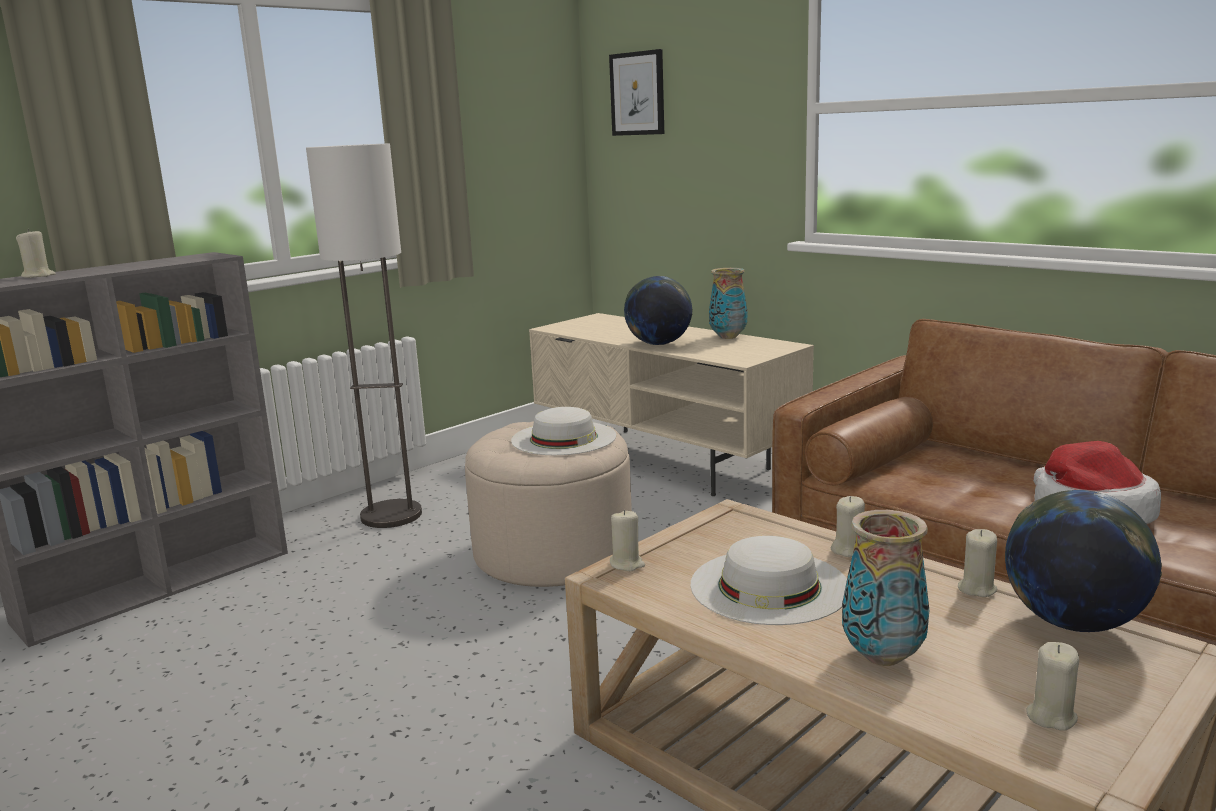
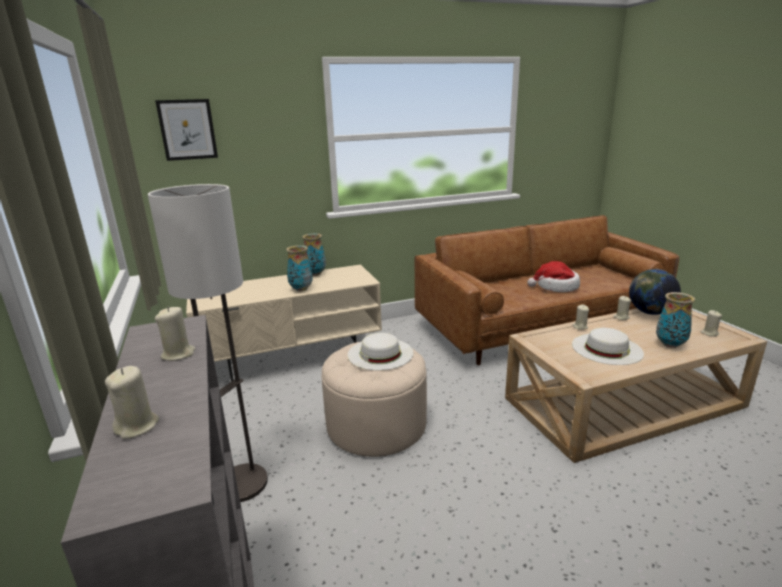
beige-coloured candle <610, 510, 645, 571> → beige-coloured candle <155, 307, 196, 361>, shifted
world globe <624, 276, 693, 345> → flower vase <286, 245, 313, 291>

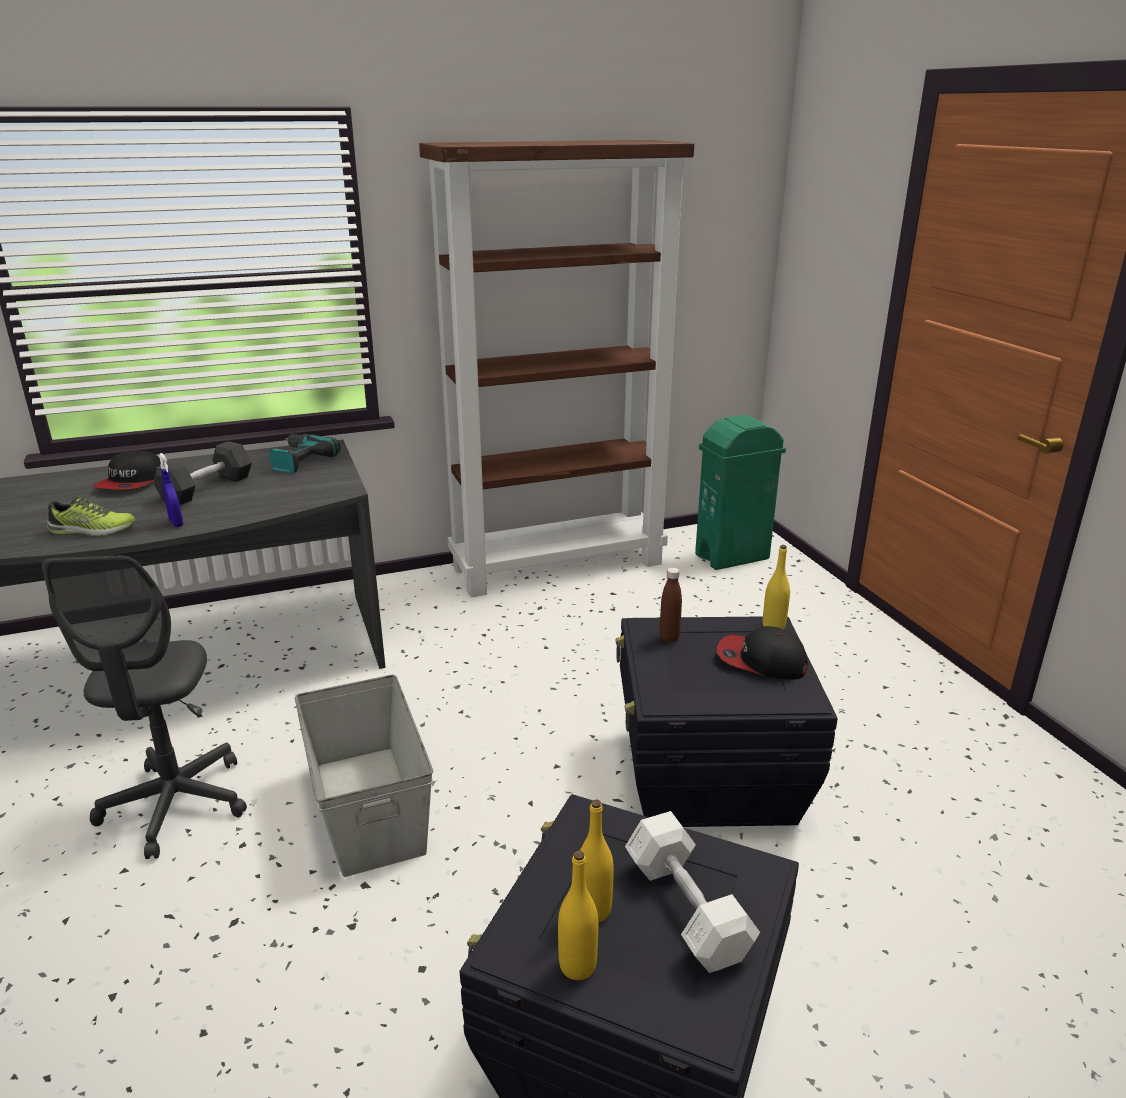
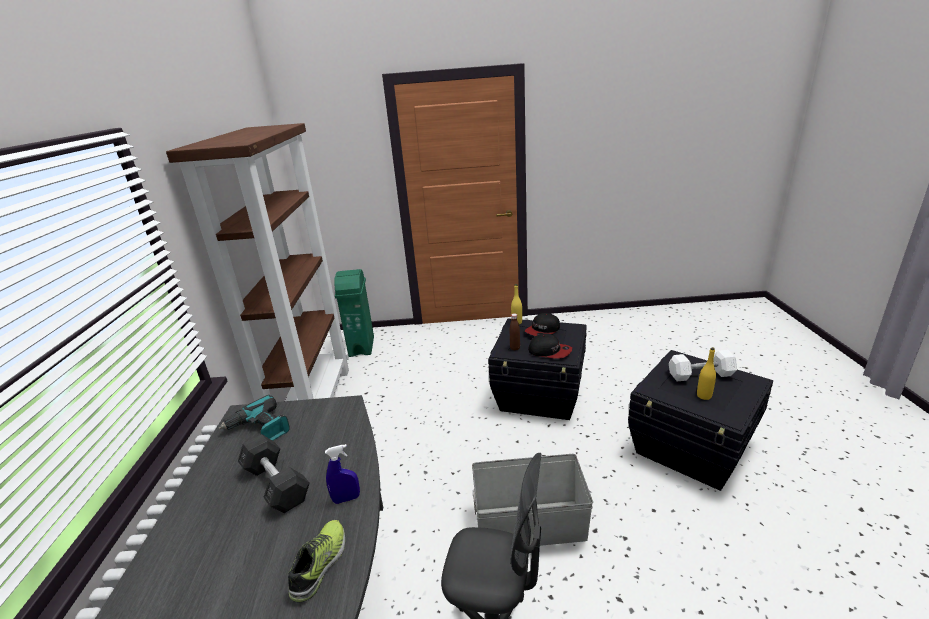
peaked cap <93, 450, 161, 490> → peaked cap <528, 333, 572, 359>, shifted
yellow bottle <558, 851, 598, 980> → -

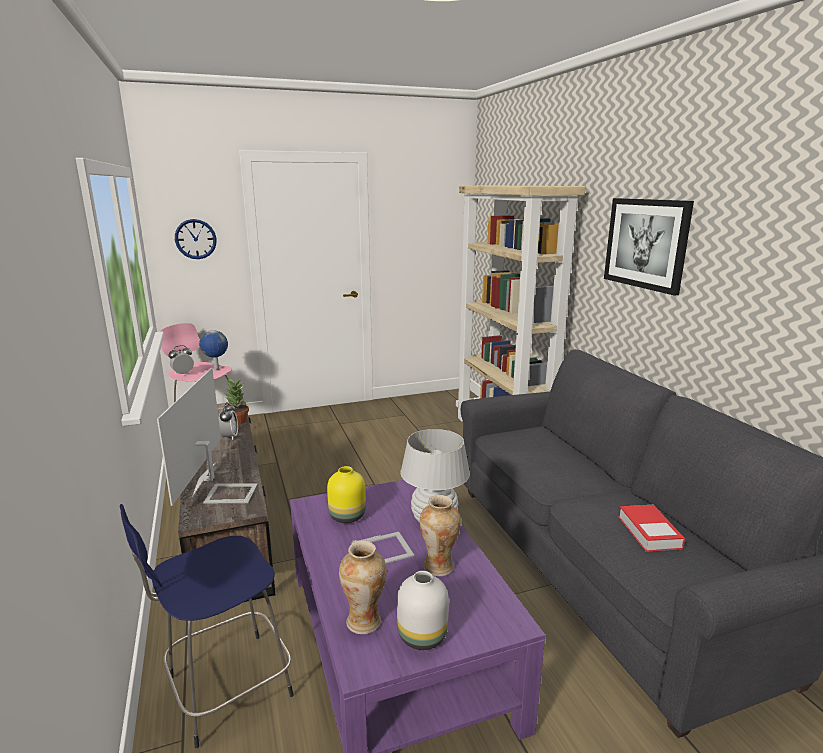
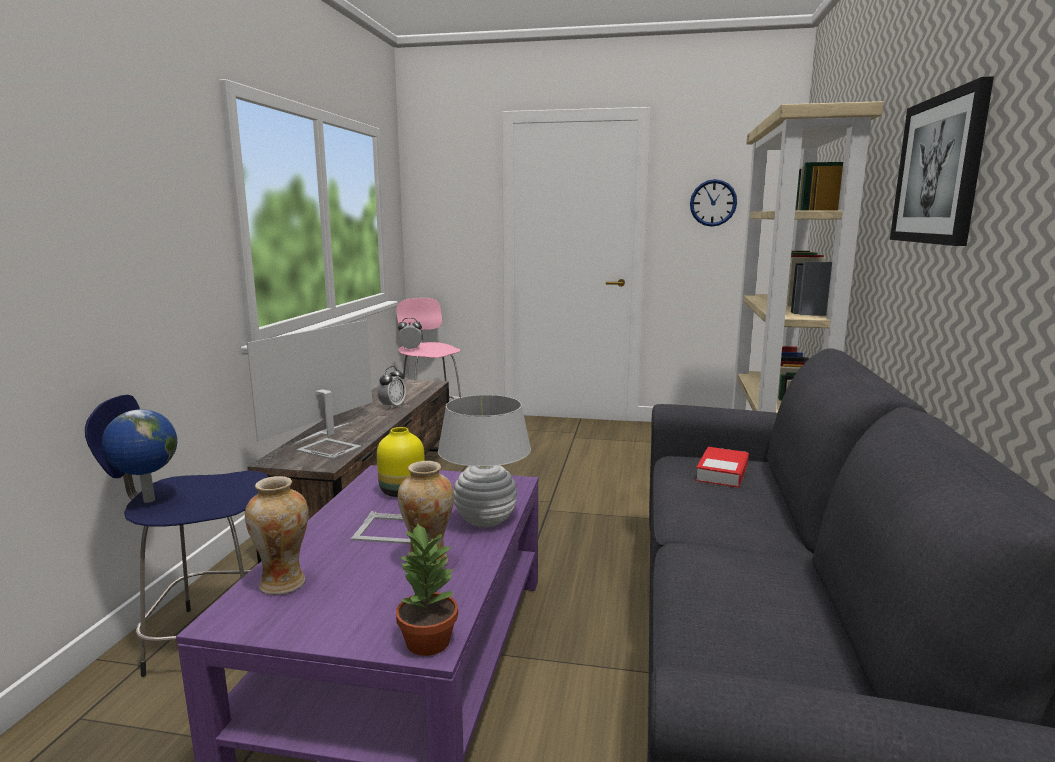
clock on the wall <175, 219, 217, 259> → clock on the wall <690, 179, 737, 227>, shifted
world globe <199, 330, 228, 369> → world globe <102, 409, 177, 503>, shifted
houseplant <225, 378, 249, 425> → houseplant <396, 523, 458, 656>, shifted
white flower vase <397, 571, 449, 650> → -
bound book <619, 505, 685, 552> → bound book <696, 447, 749, 488>, shifted

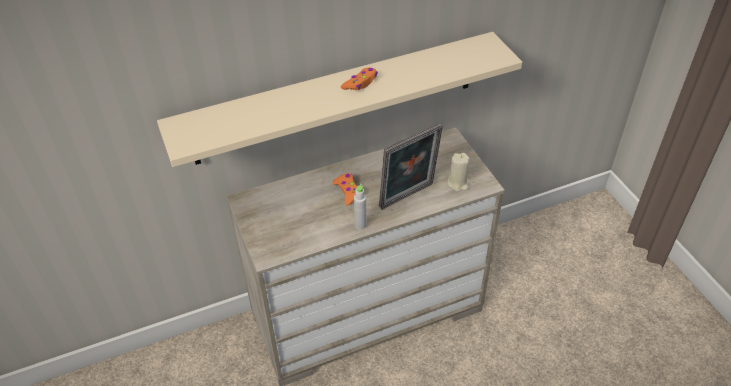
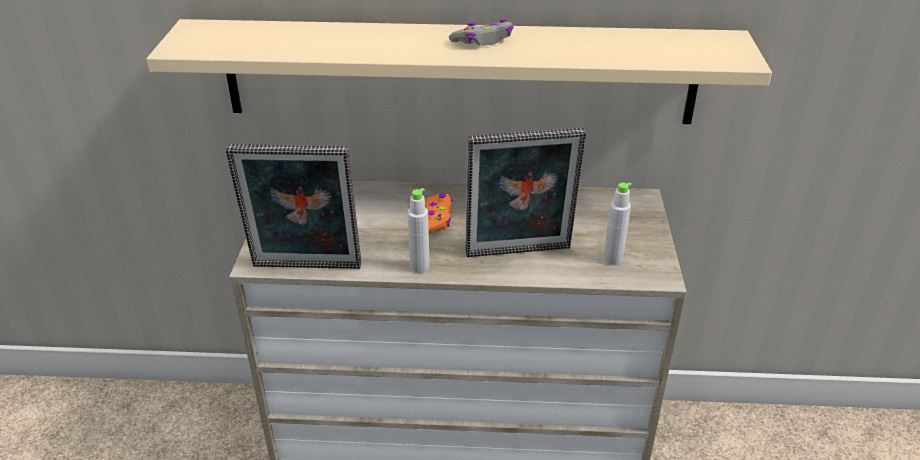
orange joypad <341, 68, 378, 90> → grey joypad <449, 19, 514, 46>
beige-coloured candle <448, 153, 470, 191> → grey bottle <603, 183, 632, 265>
- → photo frame <226, 144, 361, 269>

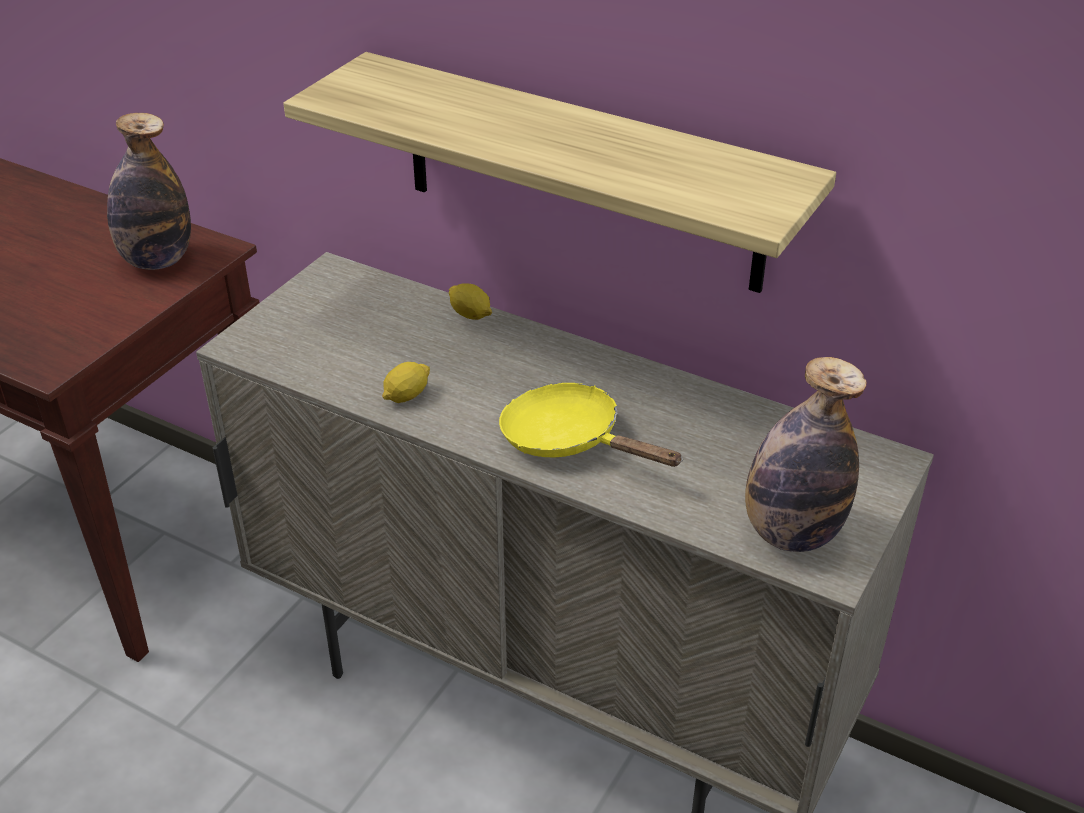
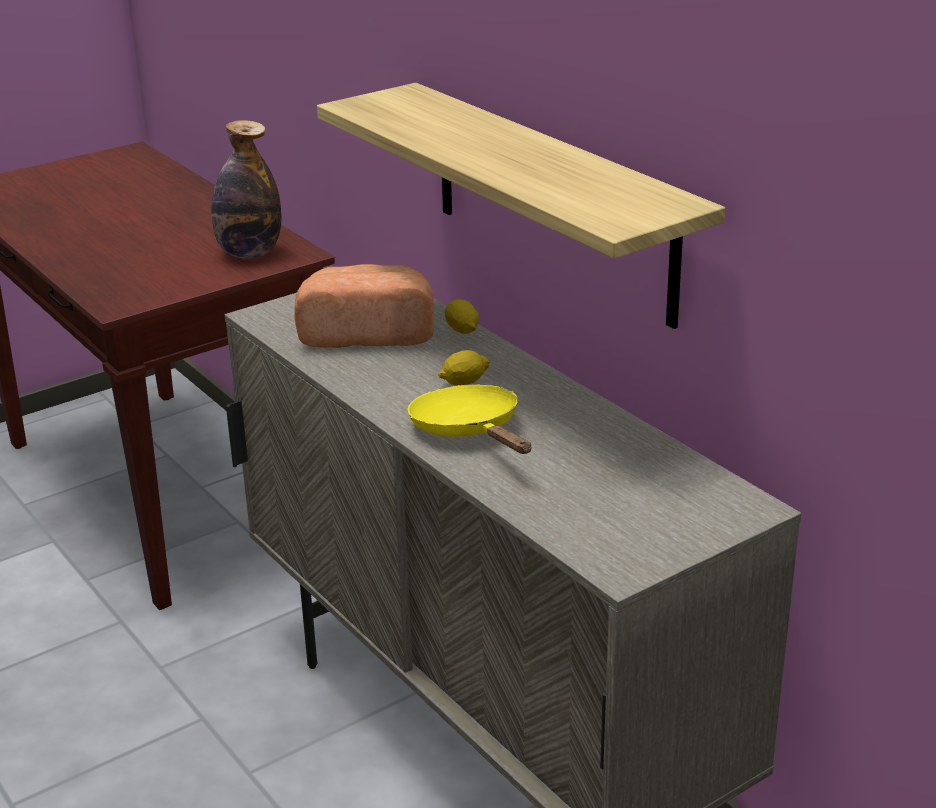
lemon <382, 362, 430, 403> → lemon <438, 350, 490, 385>, shifted
bottle <745, 357, 867, 552> → -
- → bread <294, 264, 434, 348>

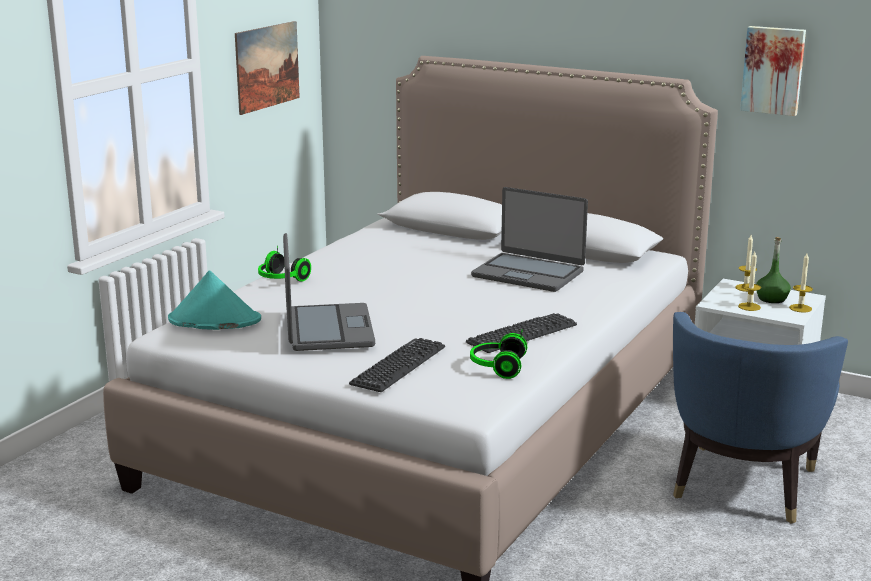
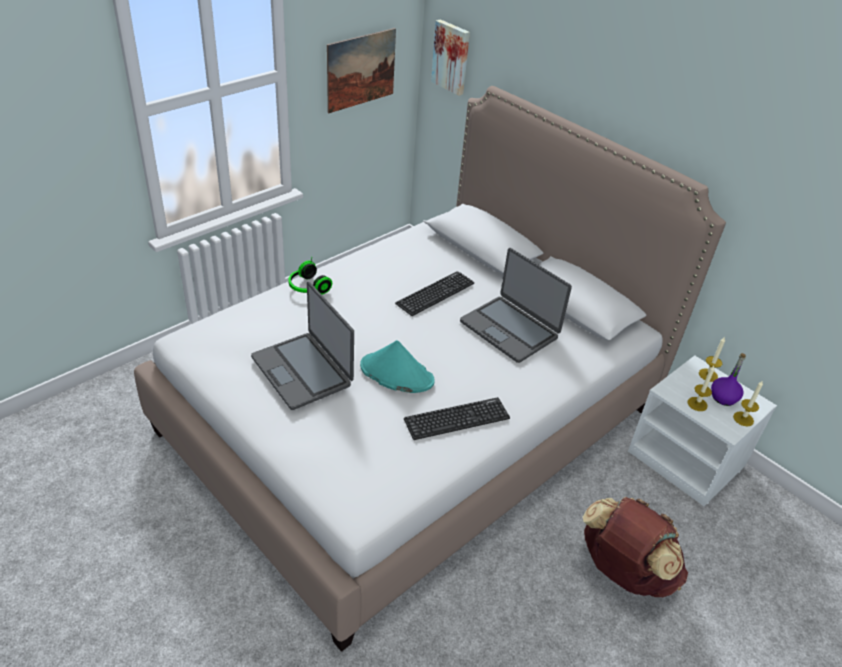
blue-green clothing hat <168, 271, 261, 330> → blue-green clothing hat <360, 340, 435, 393>, shifted
laptop <283, 233, 375, 351> → laptop <251, 282, 354, 410>, 135 degrees clockwise
keyboard <349, 338, 445, 392> → keyboard <395, 271, 474, 316>, shifted
pair of headphones <470, 330, 527, 379> → -
blue-coloured lounge chair <673, 312, 848, 524> → brown-coloured knapsack <583, 497, 688, 597>
picture <740, 26, 806, 116> → picture <431, 19, 470, 96>, shifted
green-coloured bottle <756, 237, 791, 303> → purple-coloured bottle <711, 353, 746, 406>

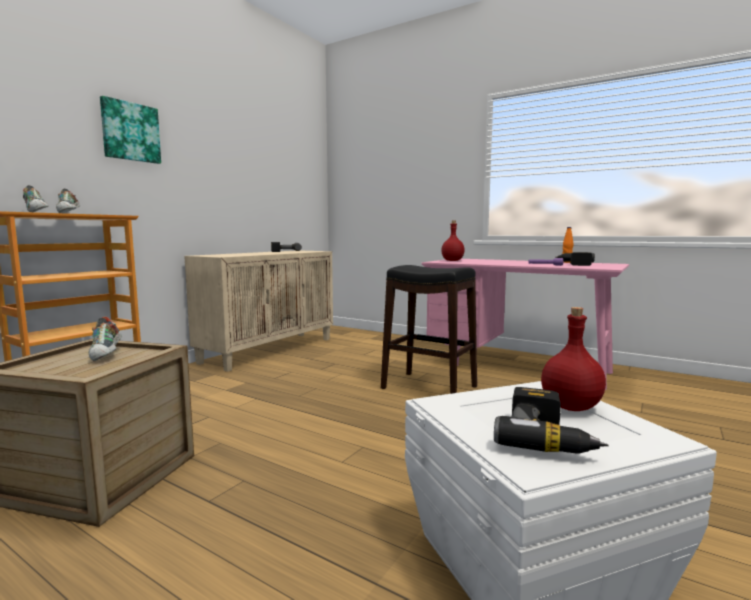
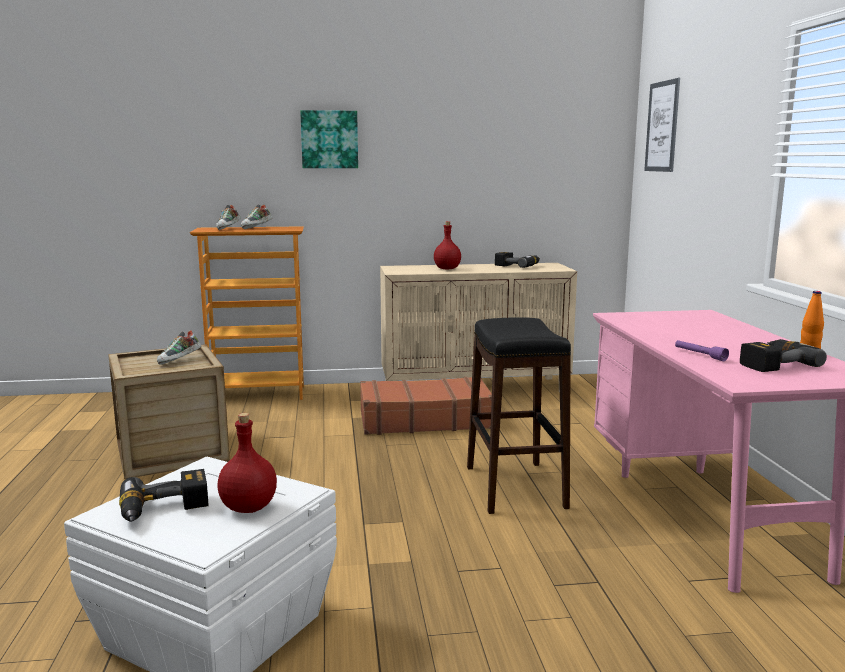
red-coloured bottle <441, 220, 465, 261> → red-coloured bottle <434, 221, 461, 270>, shifted
- → brown-coloured piece of luggage <360, 377, 492, 435>
- → picture <644, 78, 680, 172>

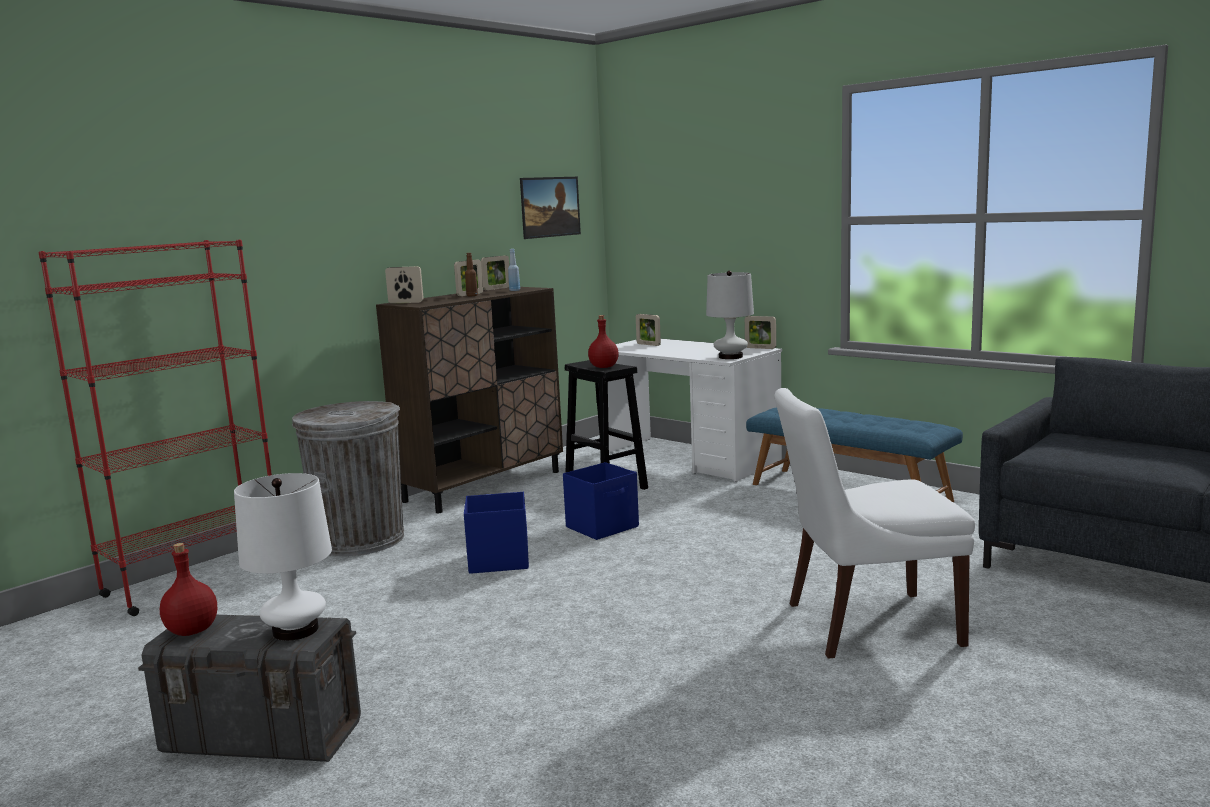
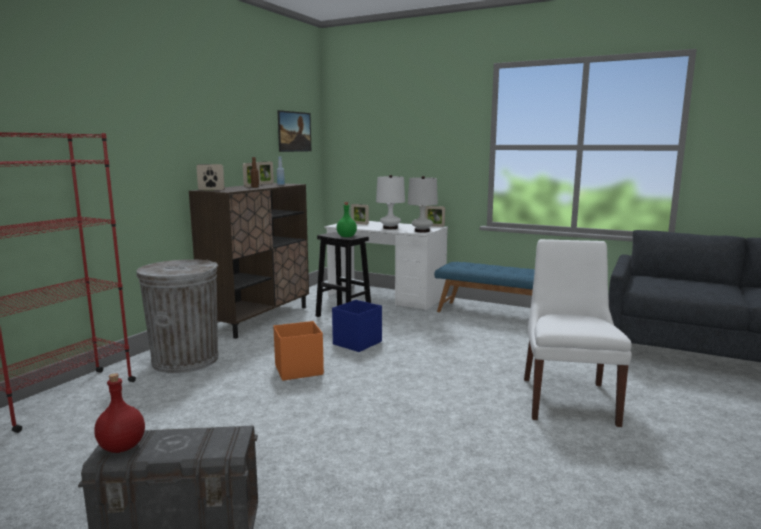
white table lamp <234, 473, 332, 641> → white table lamp <376, 175, 405, 229>, shifted
blue-coloured storage container <464, 492, 529, 574> → orange storage container <273, 321, 324, 381>
red-coloured bottle <588, 315, 619, 368> → green-coloured bottle <337, 202, 357, 237>
white plain chair <775, 388, 975, 659> → white plain chair <524, 239, 632, 427>, 120 degrees clockwise

